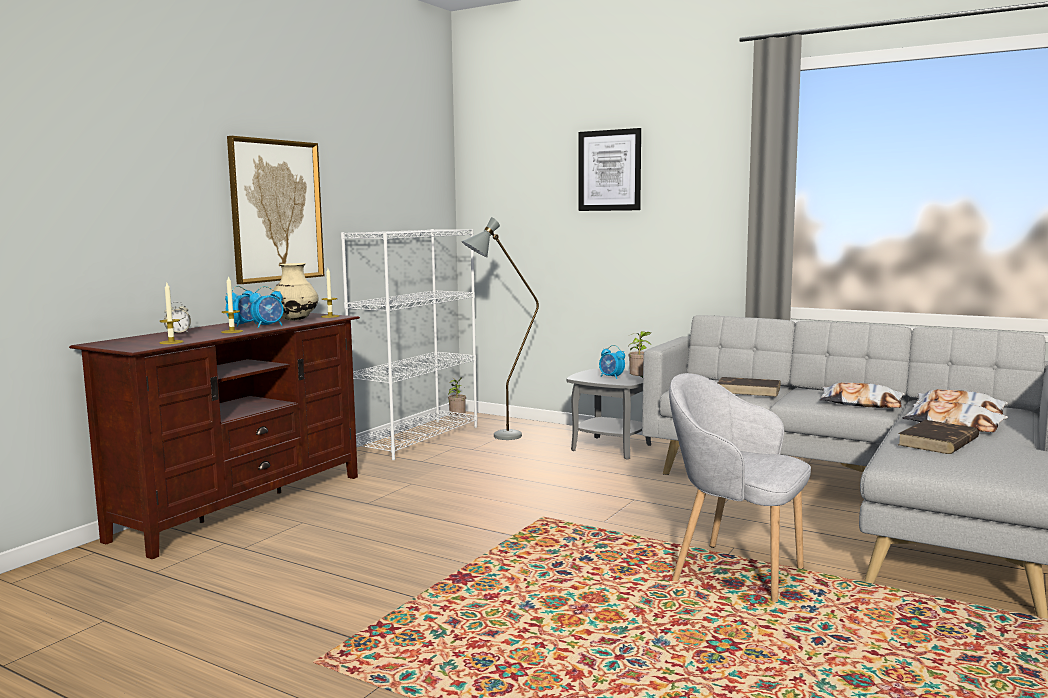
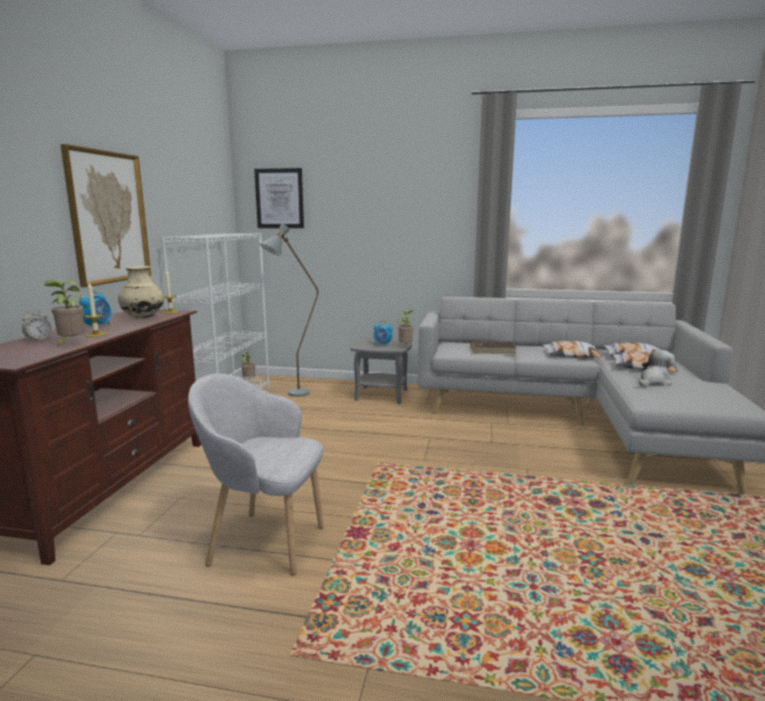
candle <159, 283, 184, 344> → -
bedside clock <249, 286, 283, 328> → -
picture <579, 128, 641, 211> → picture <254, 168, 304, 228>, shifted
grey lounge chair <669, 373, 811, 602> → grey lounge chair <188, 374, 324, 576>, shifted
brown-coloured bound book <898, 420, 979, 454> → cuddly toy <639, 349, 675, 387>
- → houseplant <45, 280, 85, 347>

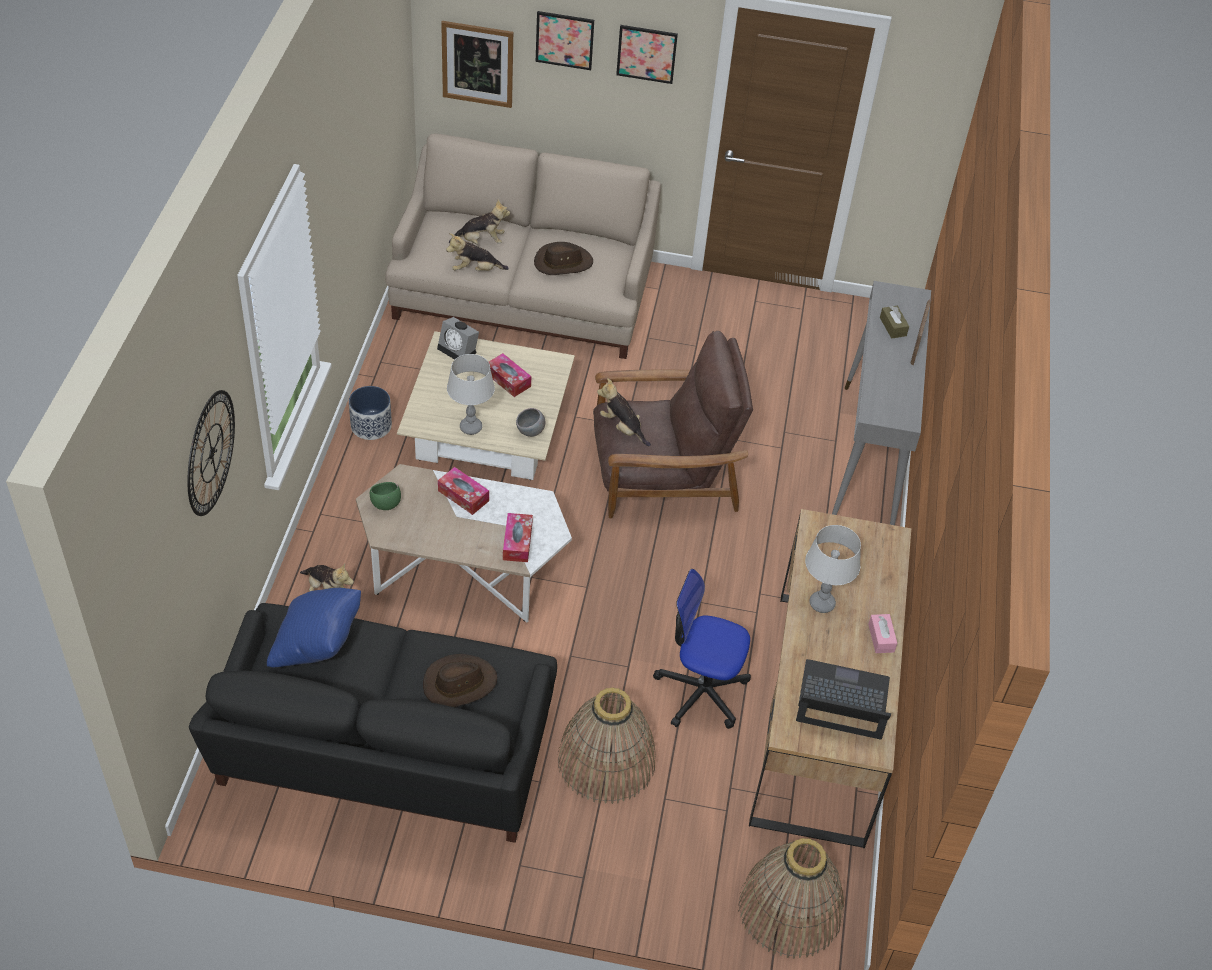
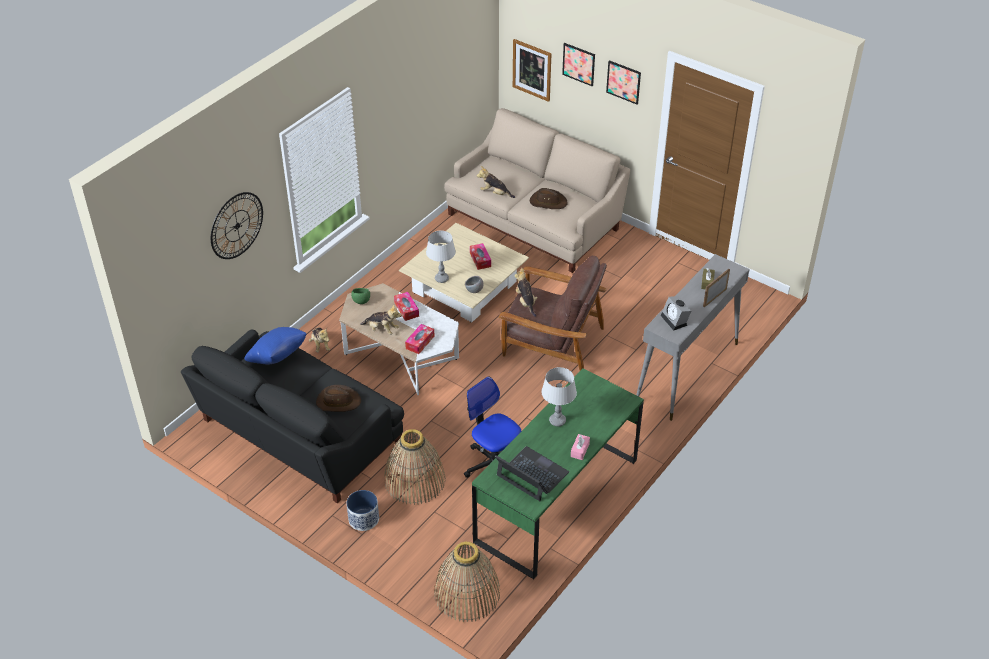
flower pot <349, 386, 392, 440> → flower pot <347, 490, 379, 531>, shifted
bedside clock <437, 317, 479, 360> → bedside clock <661, 296, 691, 331>, shifted
cuddly toy <449, 200, 510, 245> → cuddly toy <360, 305, 402, 335>, shifted
brown-coloured desk table <749, 509, 911, 848> → green-coloured desk table <472, 368, 644, 580>

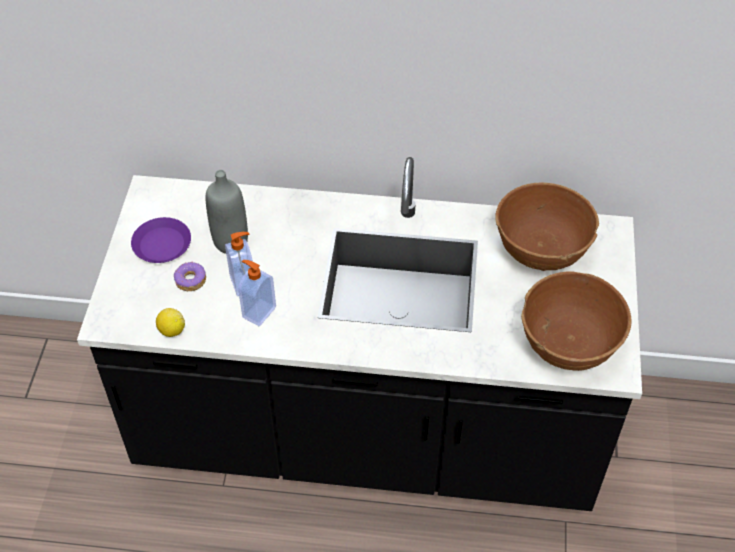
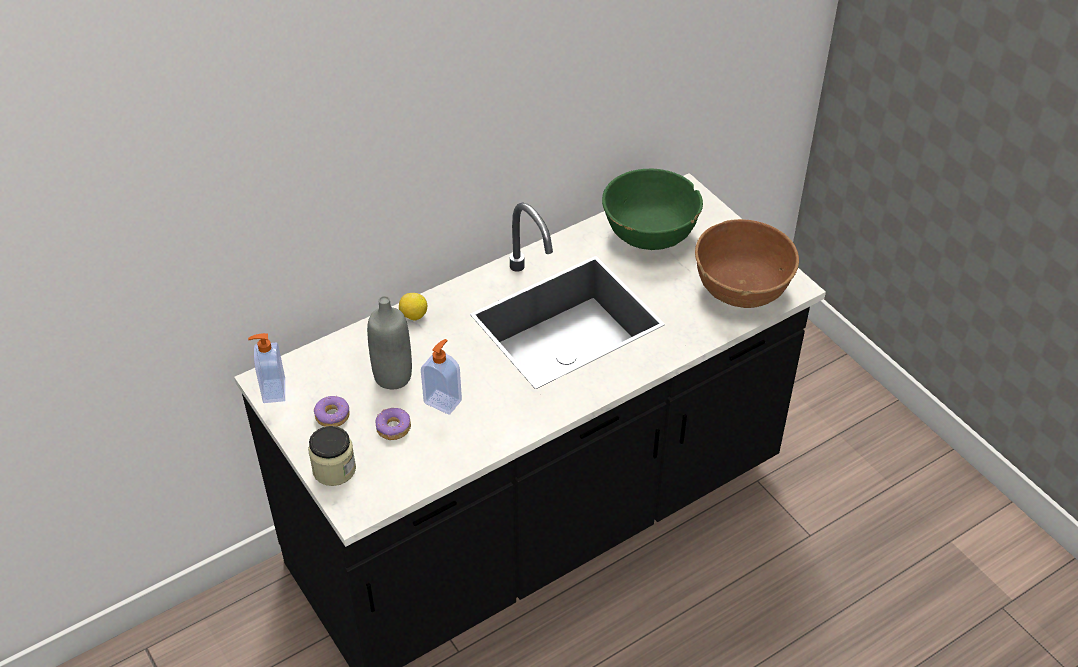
purple-coloured plate <131, 217, 191, 263> → donut <314, 396, 350, 427>
lemon <156, 308, 185, 337> → lemon <399, 293, 427, 321>, shifted
liquid soap bottle <238, 260, 276, 326> → liquid soap bottle <248, 333, 285, 403>, shifted
brown-coloured deep dish <495, 183, 599, 271> → green-coloured deep dish <602, 169, 703, 250>
- → storage jar <308, 426, 356, 486>

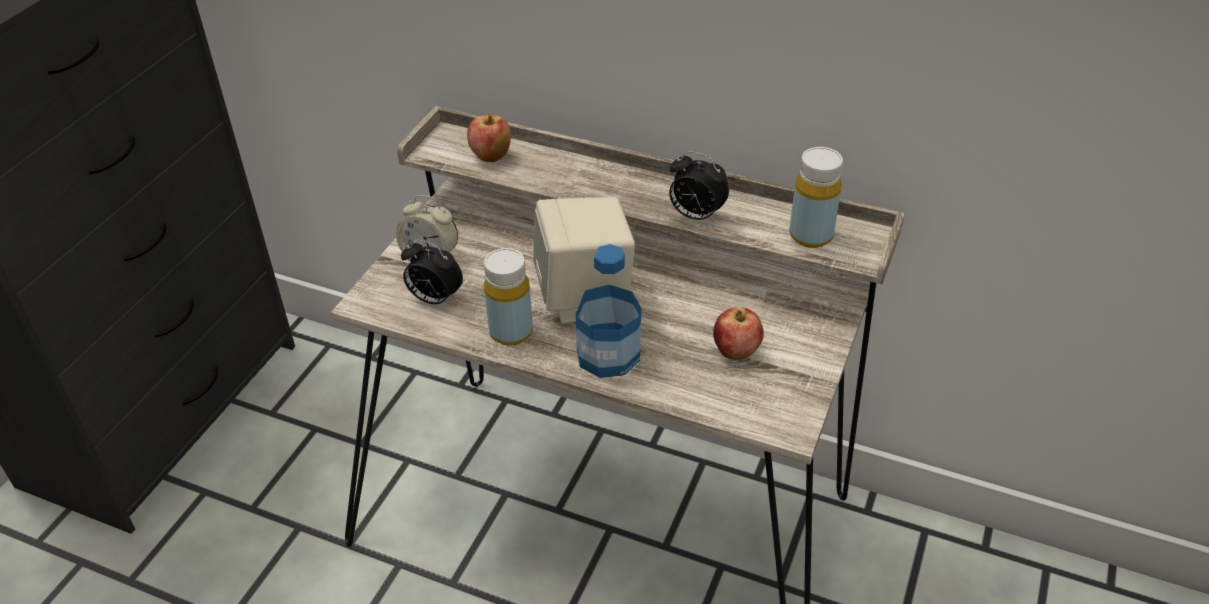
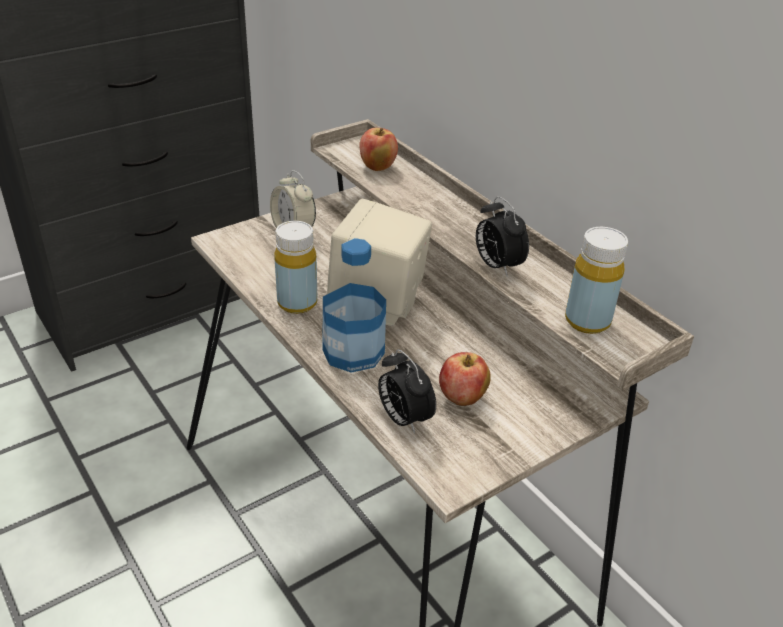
bedside clock <401, 240, 463, 306> → bedside clock <378, 349, 436, 434>, shifted

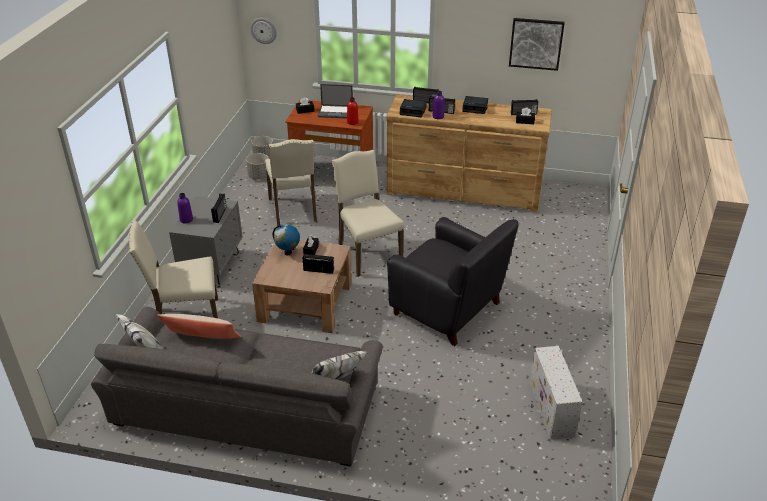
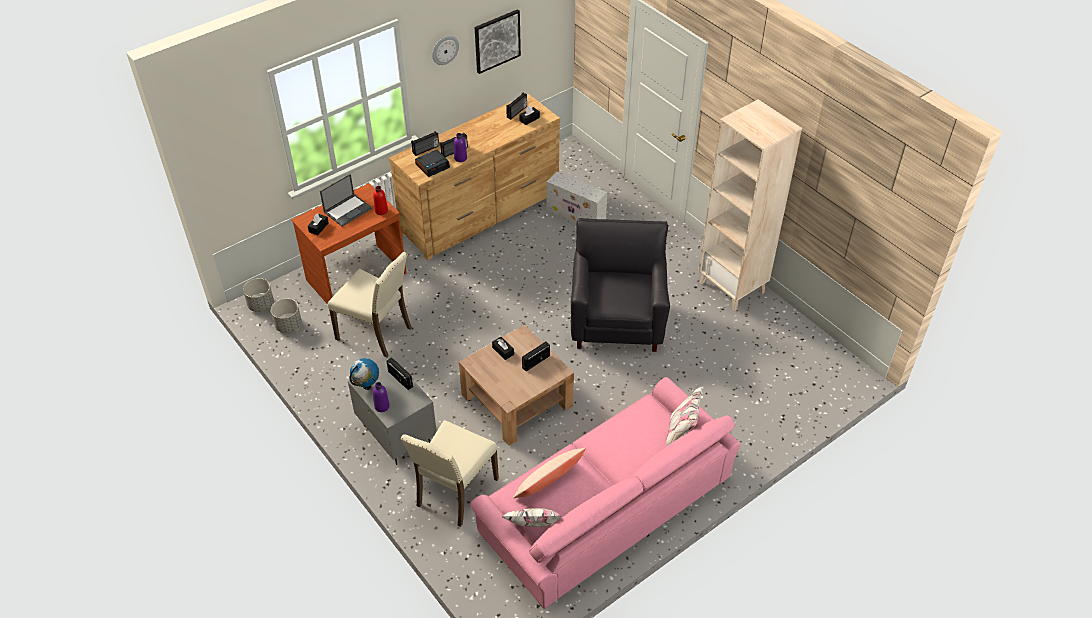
grey couch <91, 307, 383, 467> → pinkish couch <470, 377, 741, 609>
clock on the wall <250, 18, 277, 44> → clock on the wall <432, 36, 459, 65>, shifted
world globe <272, 224, 300, 255> → world globe <350, 358, 379, 390>, shifted
beige-coloured plain chair <332, 150, 404, 277> → -
black-coloured lounge chair <387, 217, 519, 346> → black-coloured lounge chair <571, 218, 670, 352>, 75 degrees counterclockwise
bedside clock <462, 96, 488, 114> → -
white storage container <530, 346, 583, 440> → white storage container <546, 171, 607, 224>, shifted
- → beige-coloured bookshelf <698, 99, 802, 311>

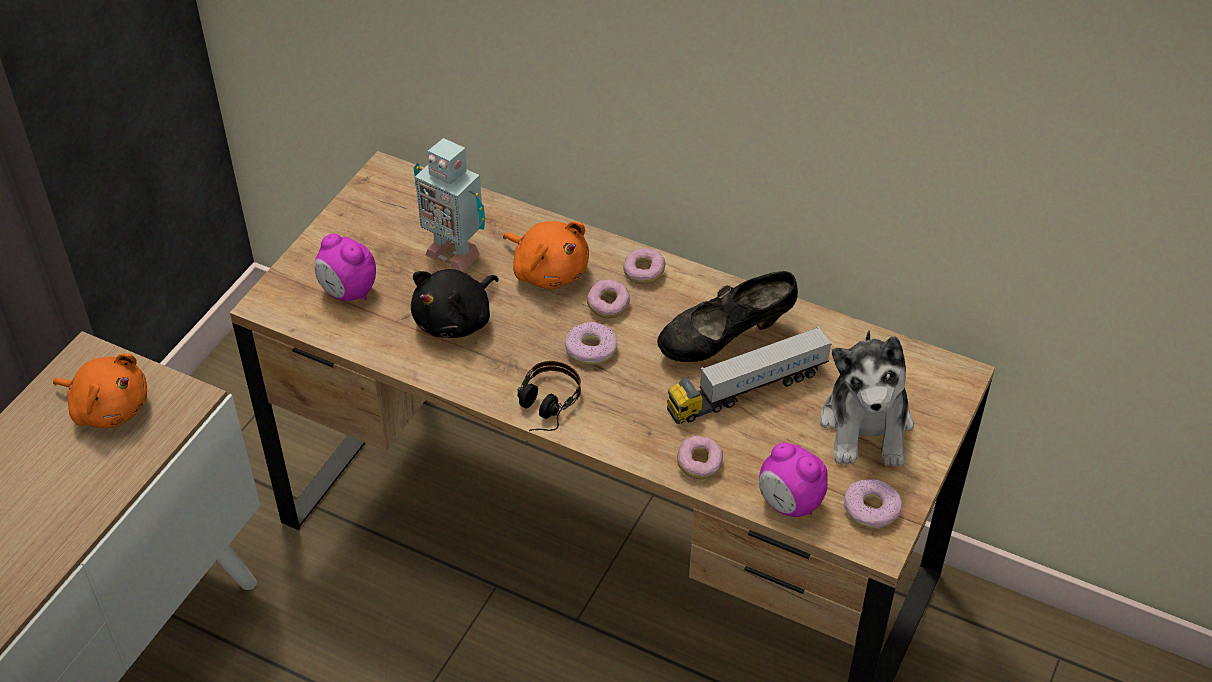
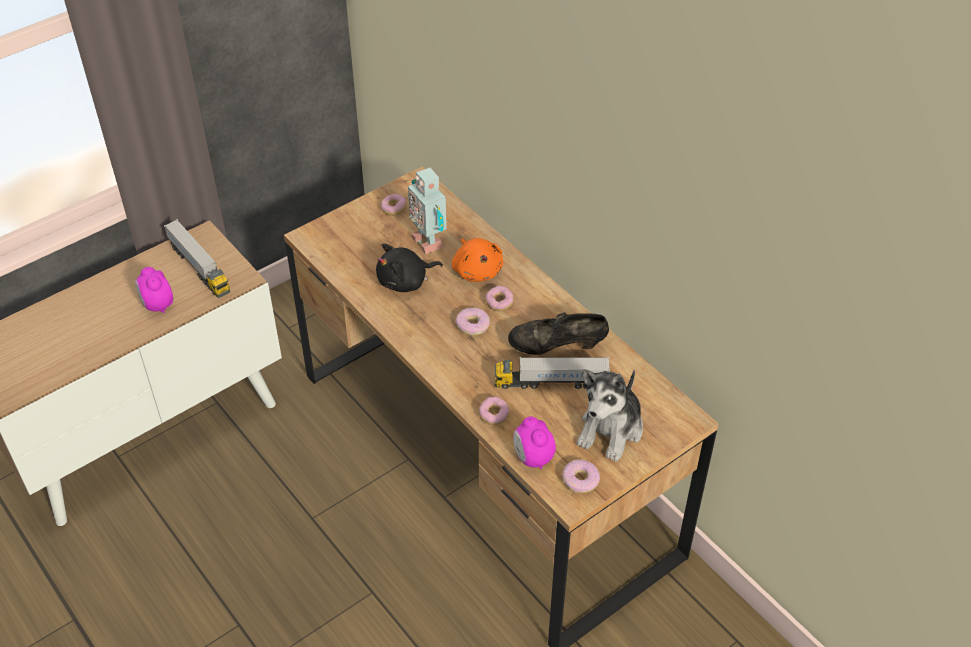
orange cuddly toy <53, 354, 147, 428> → model truck <164, 219, 230, 298>
bedside clock <315, 234, 376, 301> → bedside clock <135, 267, 173, 313>, shifted
pair of headphones <517, 361, 581, 431> → -
donut <623, 248, 665, 284> → donut <381, 194, 407, 216>, shifted

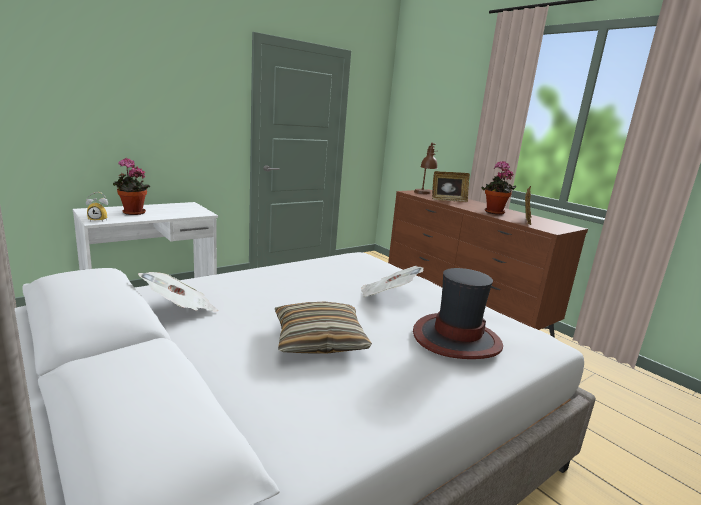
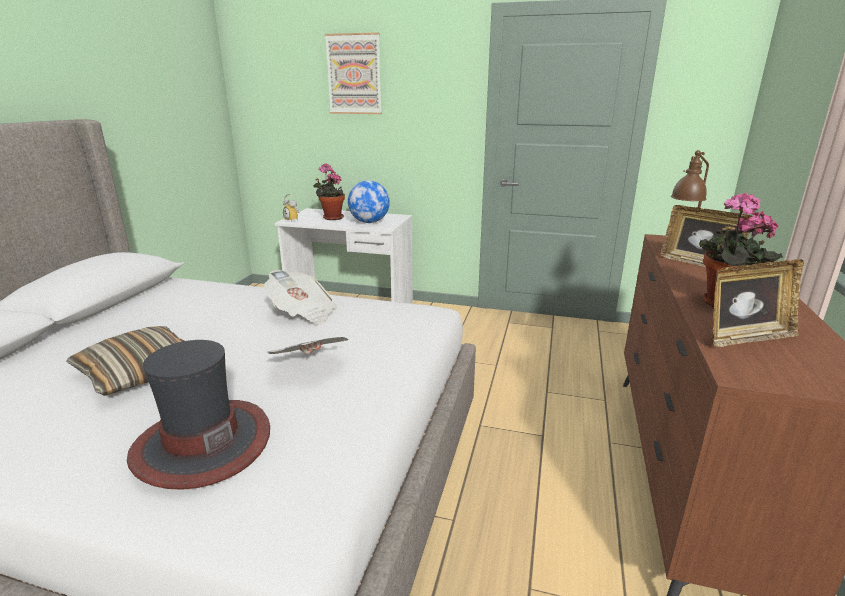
newspaper <138, 272, 219, 311> → newspaper <264, 270, 337, 325>, shifted
- → picture <325, 32, 382, 114>
- → world globe <348, 180, 390, 223>

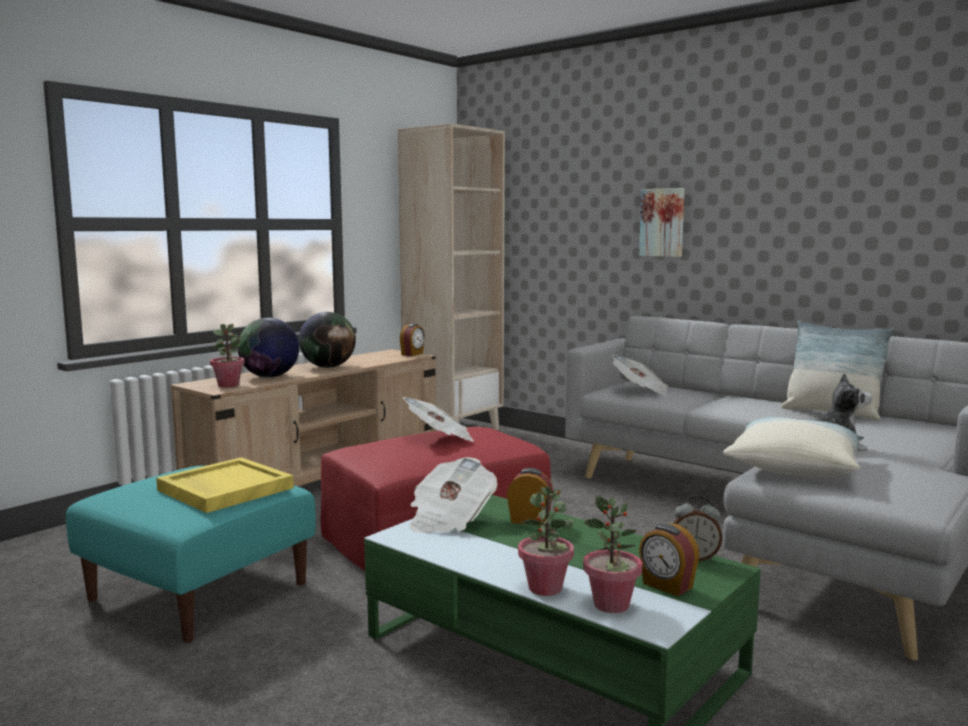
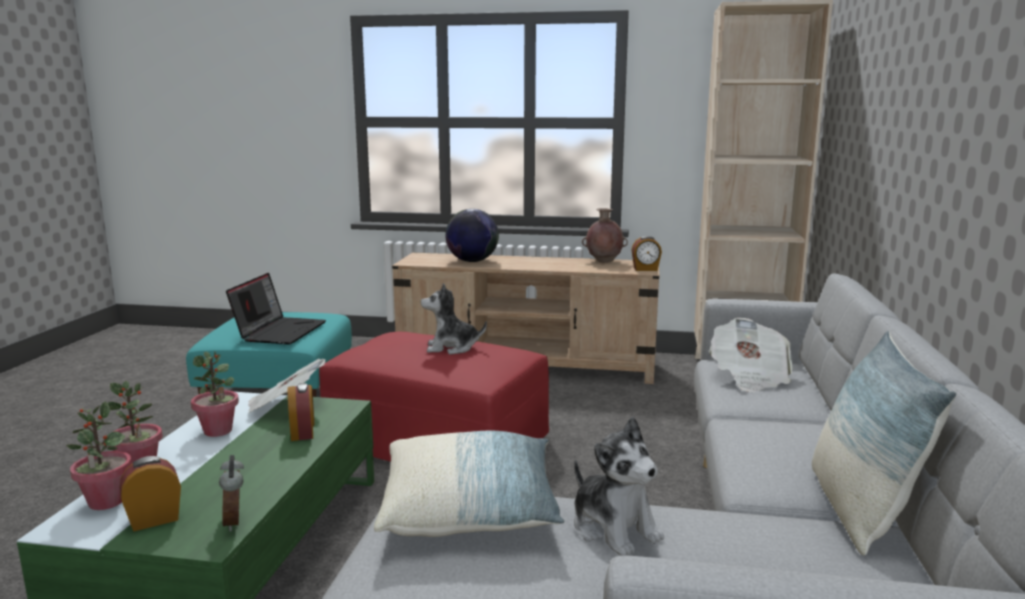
yellow carrying tray <156, 457, 294, 513> → laptop <226, 273, 326, 345>
houseplant <210, 324, 245, 387> → houseplant <191, 351, 239, 437>, shifted
world globe <299, 312, 356, 368> → -
newspaper <403, 397, 475, 442> → cuddly toy <421, 283, 487, 354>
picture <639, 188, 685, 257> → -
bedside clock <639, 523, 699, 596> → bedside clock <120, 456, 181, 532>, 45 degrees clockwise
- → brown-coloured flower vase <582, 208, 628, 263>

